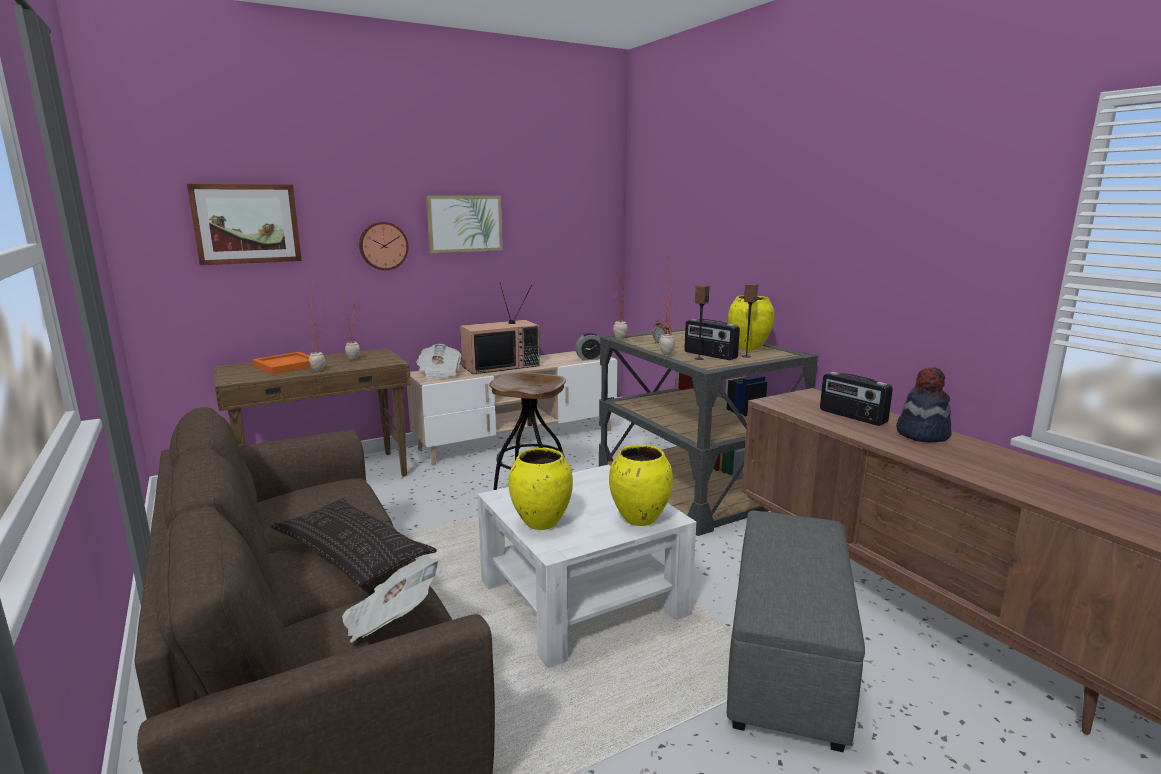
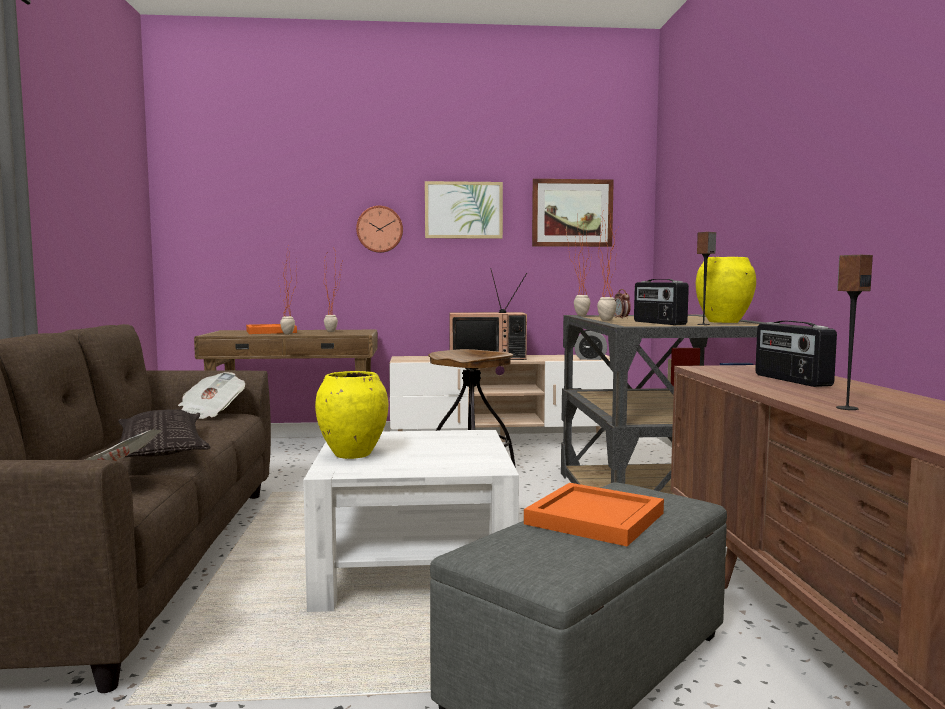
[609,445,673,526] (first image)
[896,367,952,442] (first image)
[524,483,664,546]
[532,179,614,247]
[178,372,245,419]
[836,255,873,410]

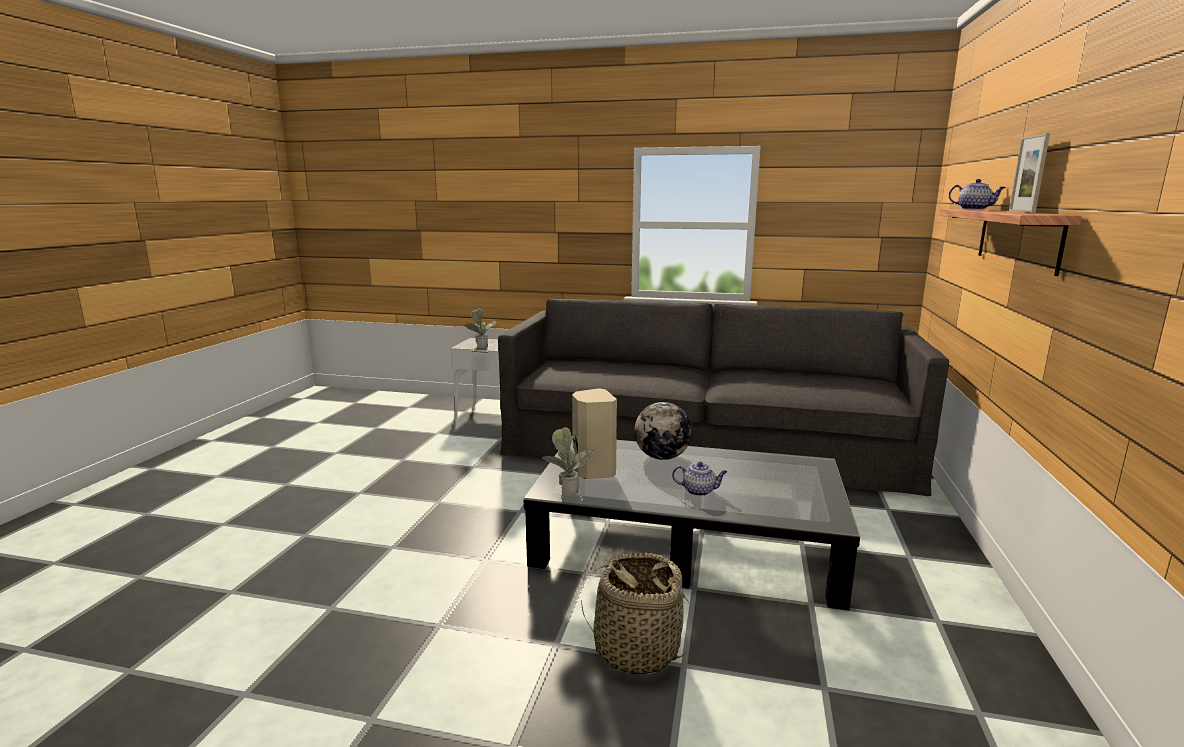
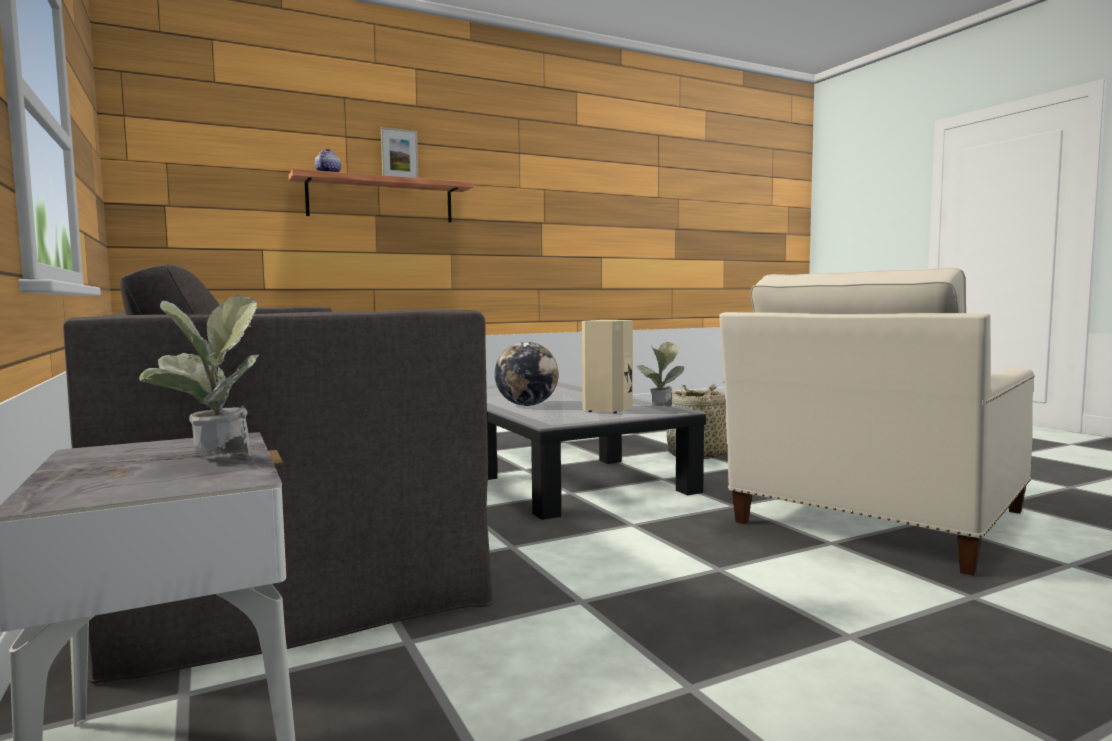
[672,462,727,496] (first image)
[719,267,1035,576]

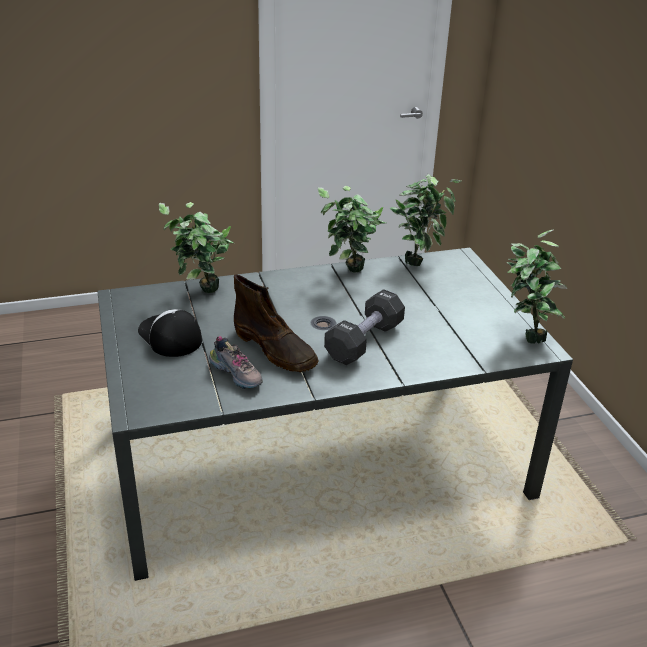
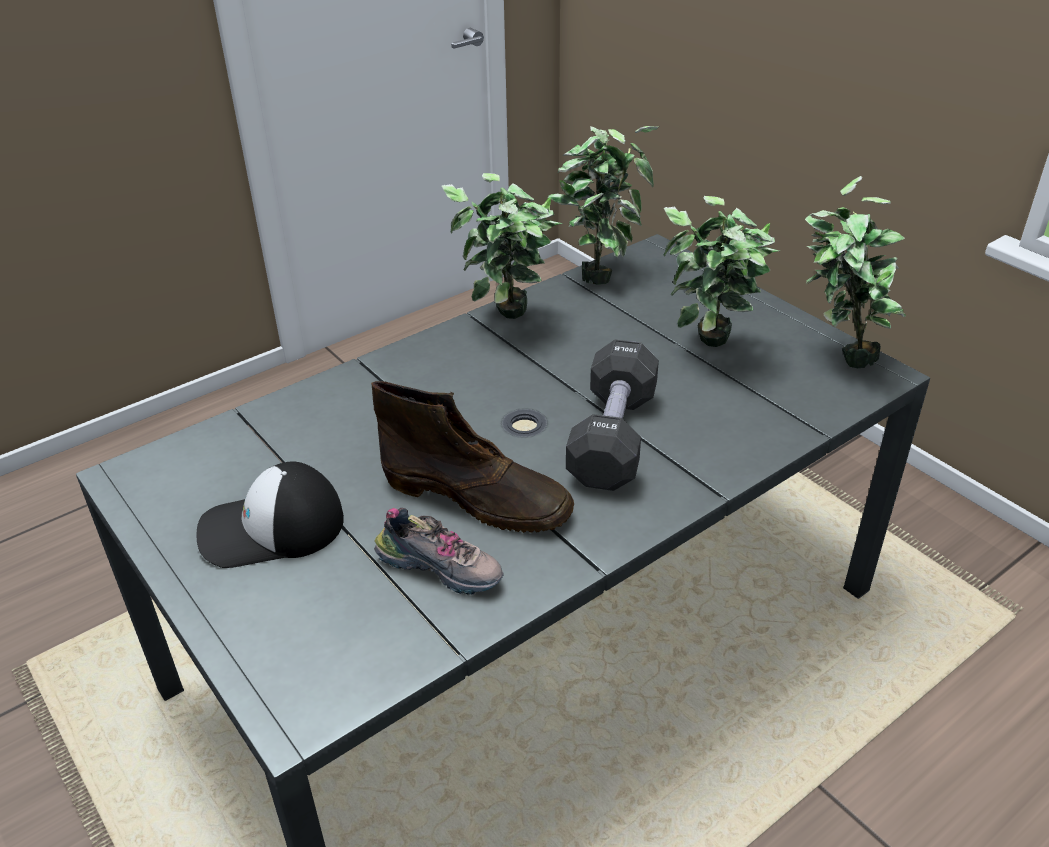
[663,196,779,347]
[197,461,344,568]

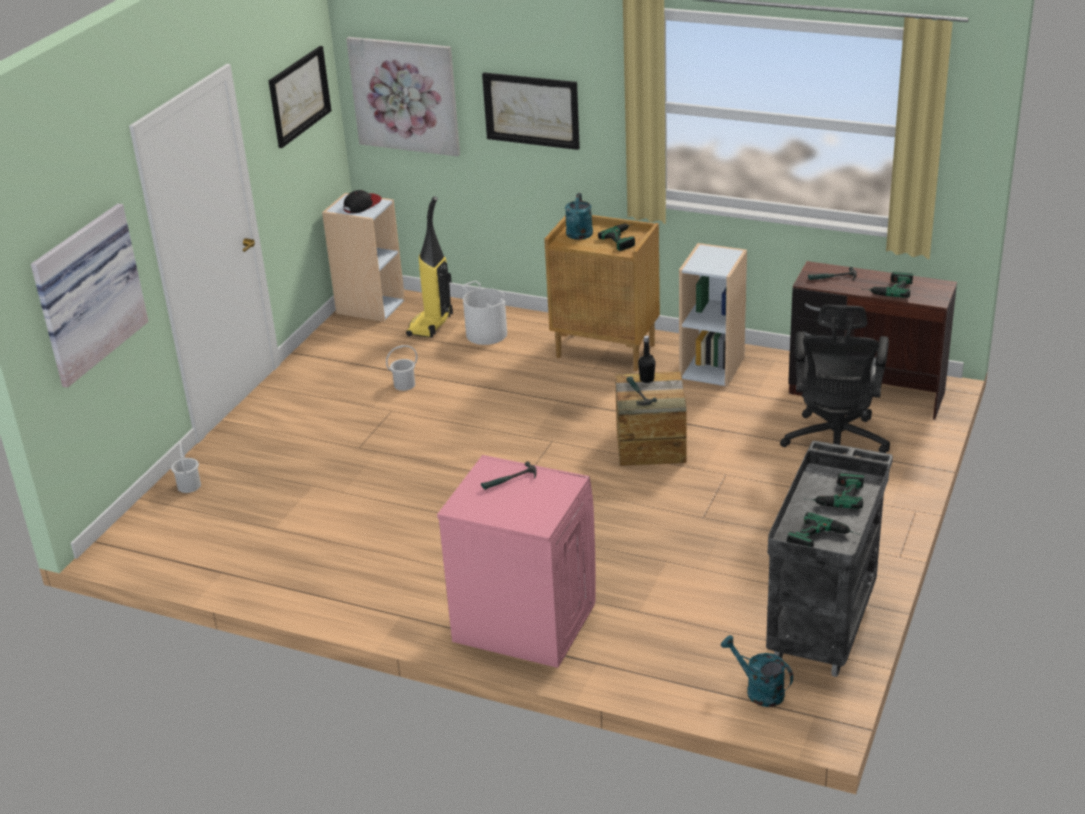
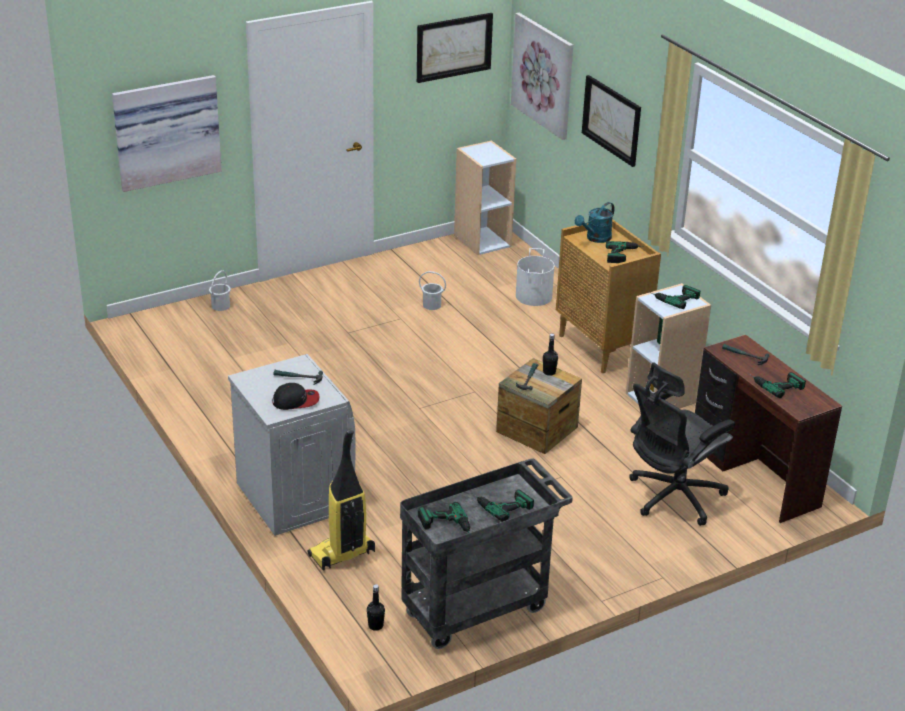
[649,285,700,309]
[272,383,320,410]
[307,429,375,571]
[367,584,385,631]
[228,354,355,536]

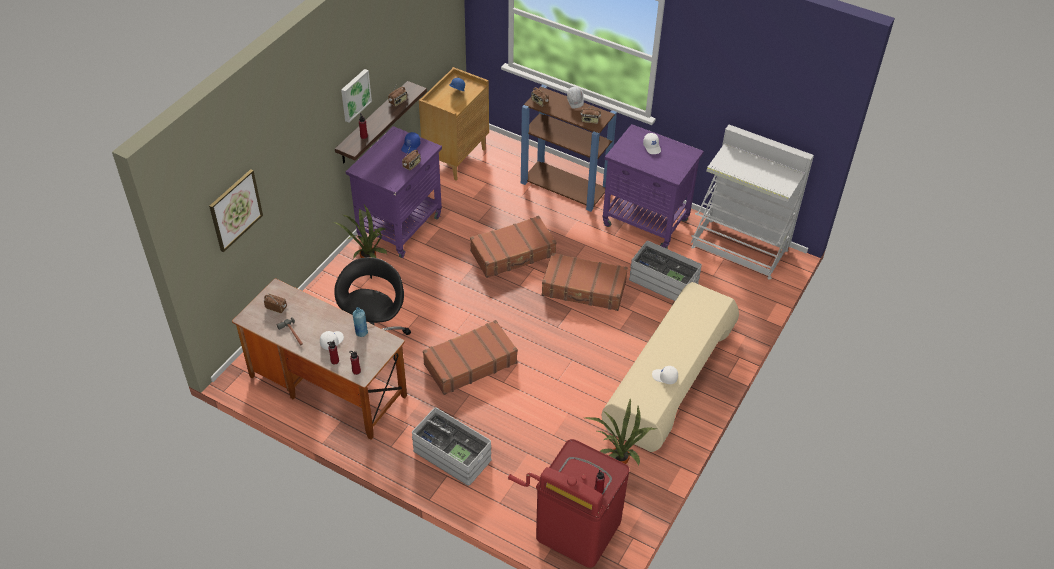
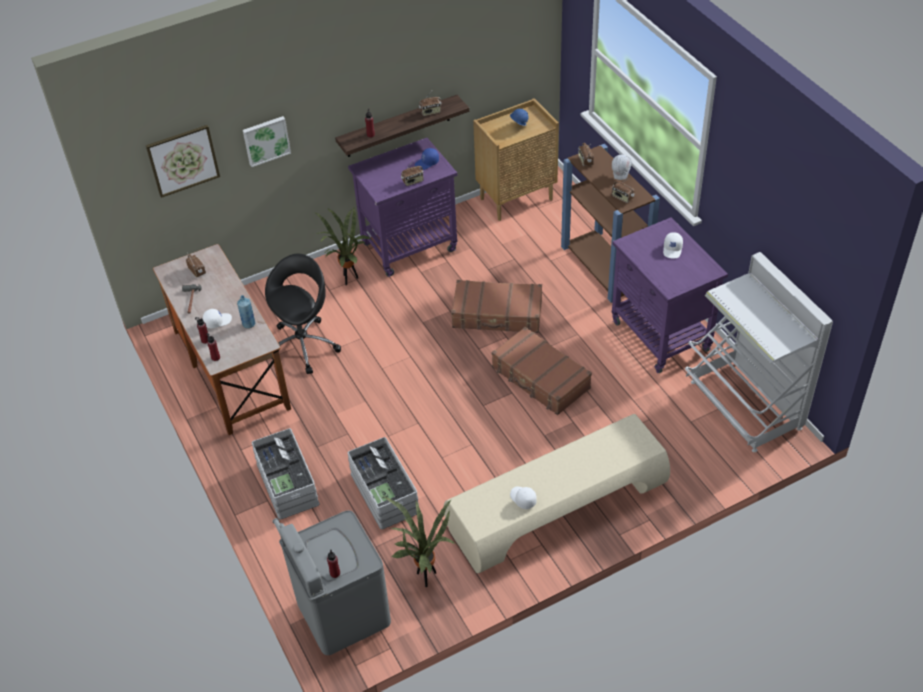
[423,320,518,395] (first image)
[243,116,291,167]
[348,437,419,529]
[272,510,391,655]

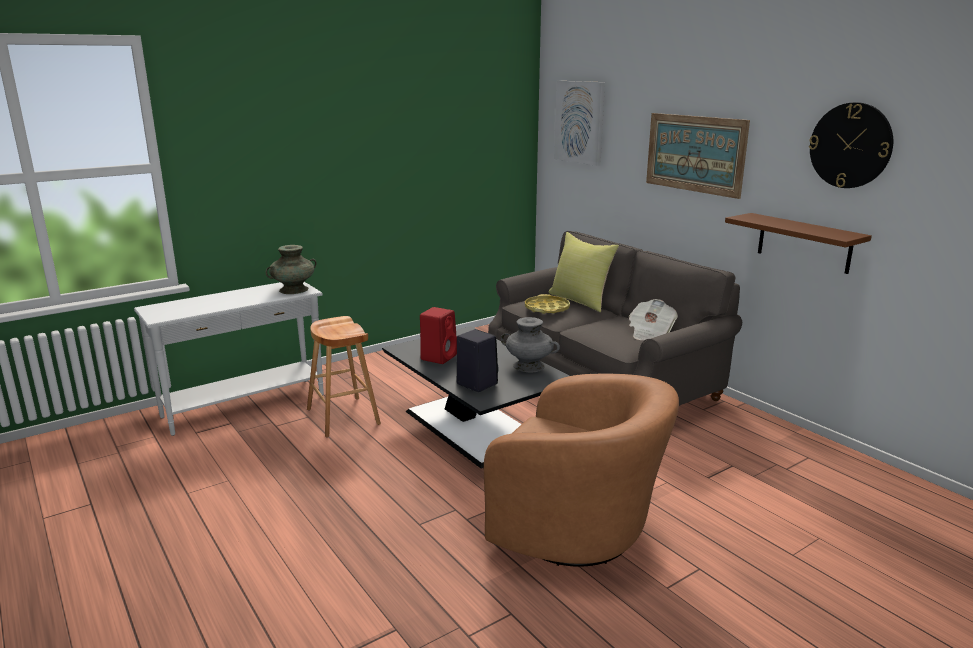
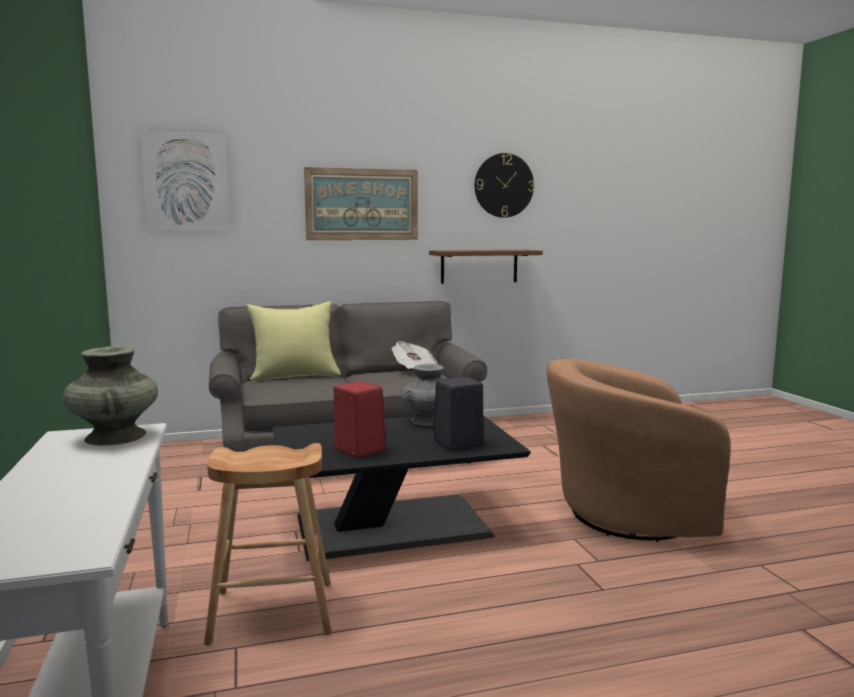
[525,294,570,314] (first image)
[547,359,731,542]

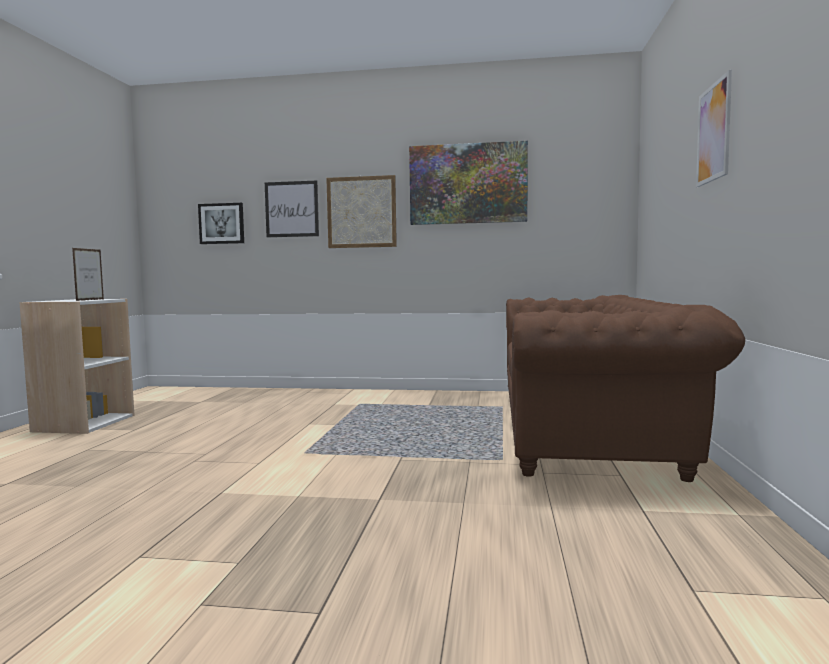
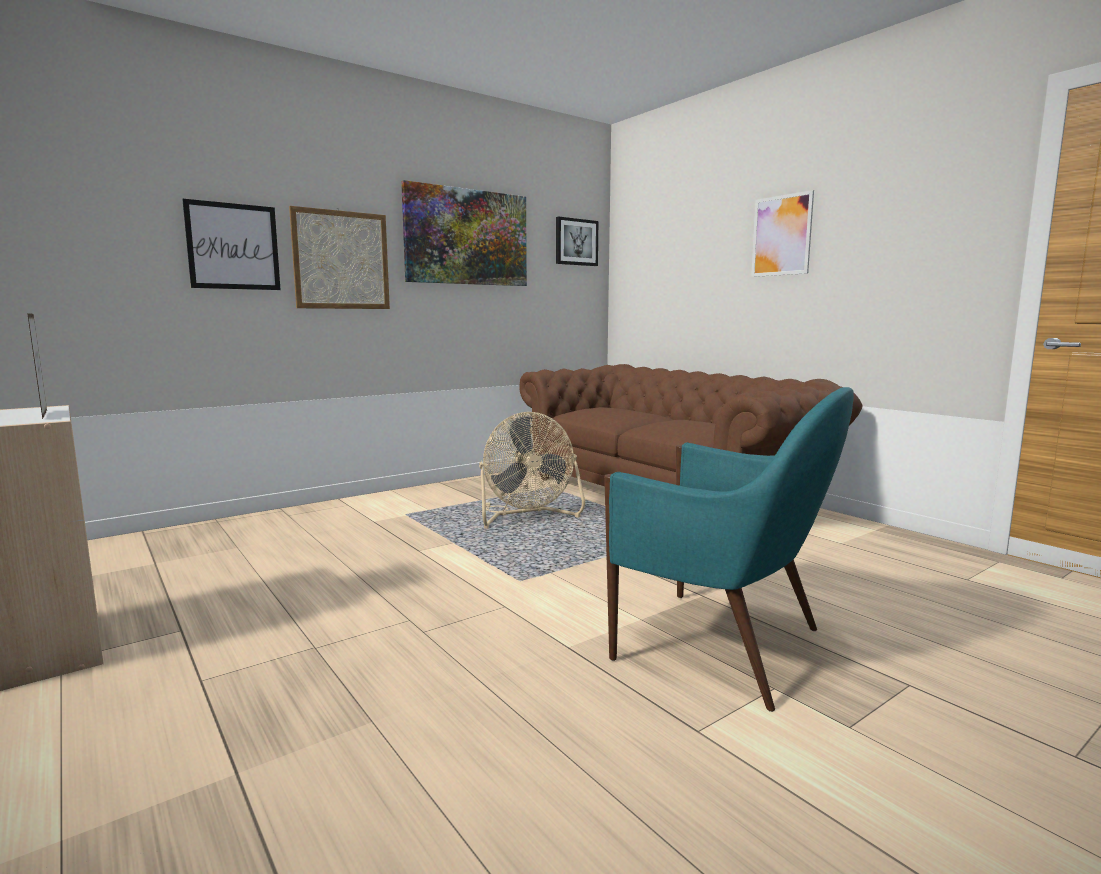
[479,412,585,529]
[604,387,854,712]
[556,217,598,266]

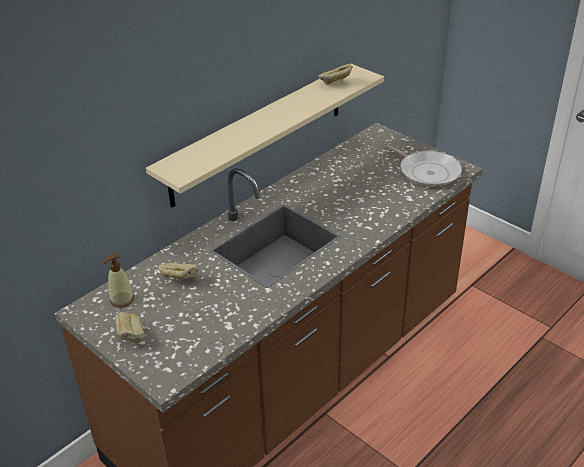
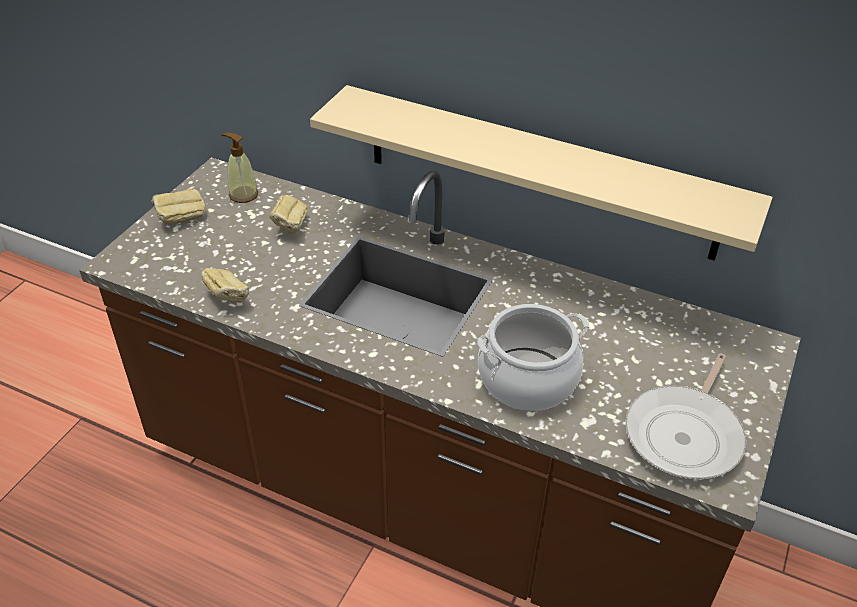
[477,304,589,411]
[201,268,250,303]

